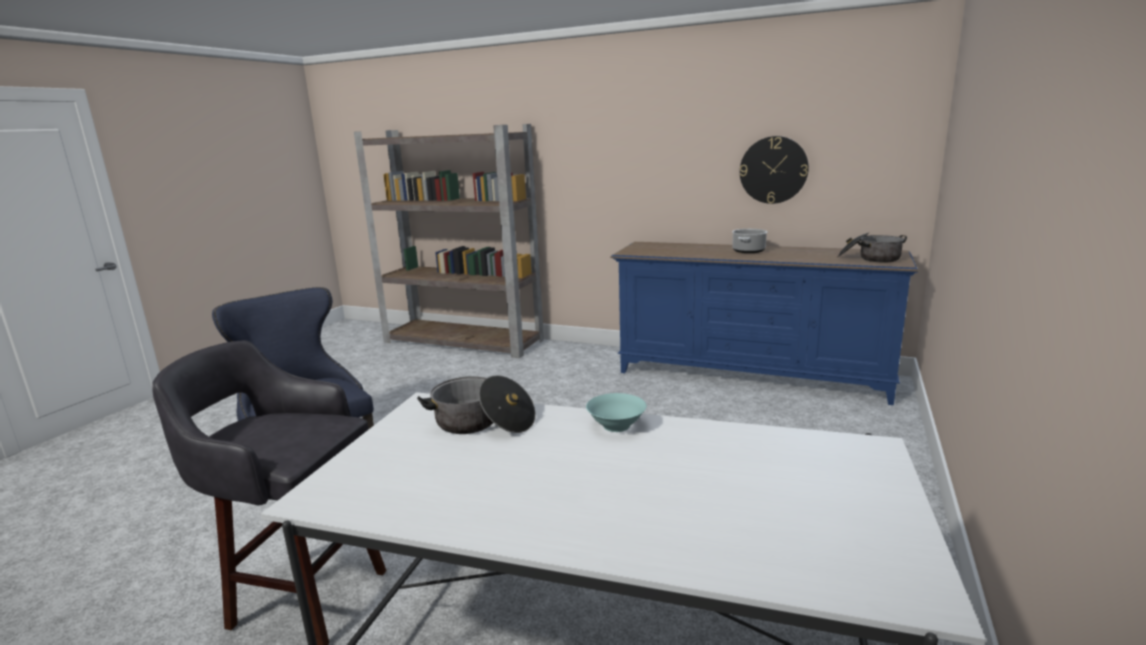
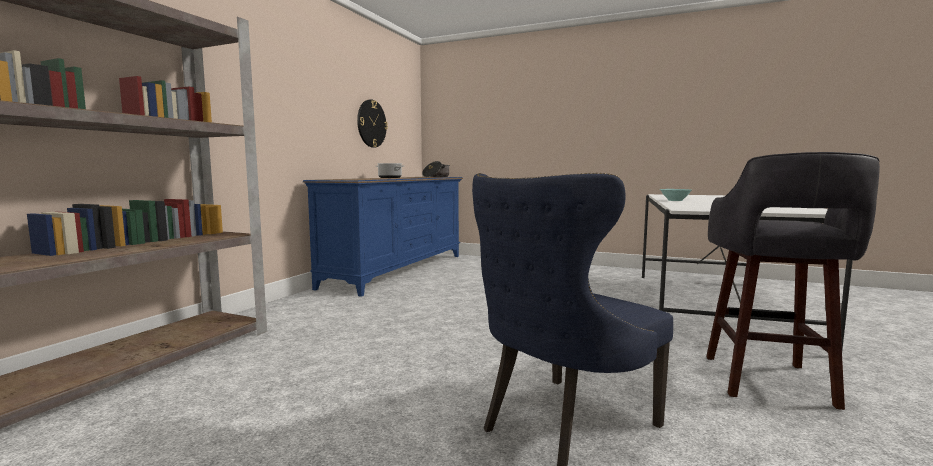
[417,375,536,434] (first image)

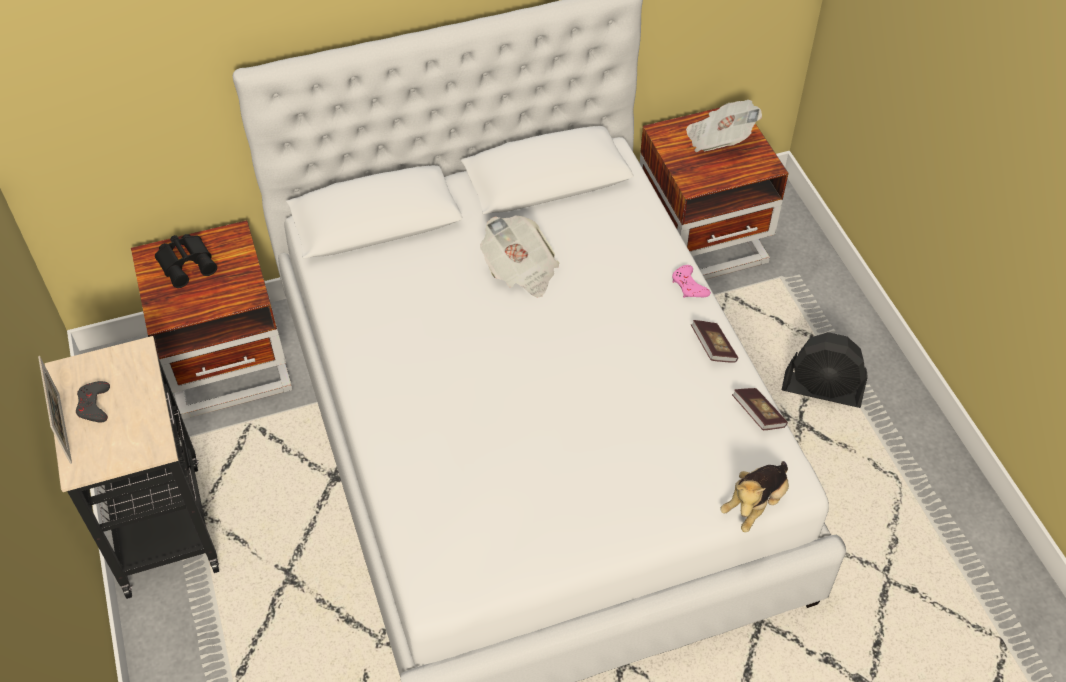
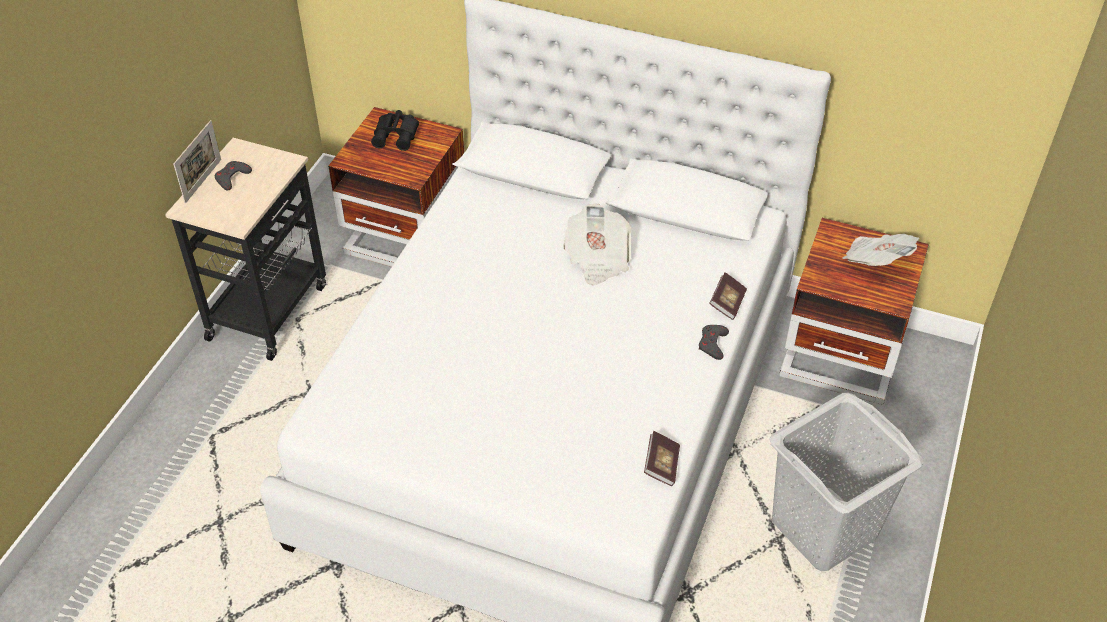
[720,461,789,532] (first image)
[709,272,747,320]
[769,393,924,571]
[699,325,729,360]

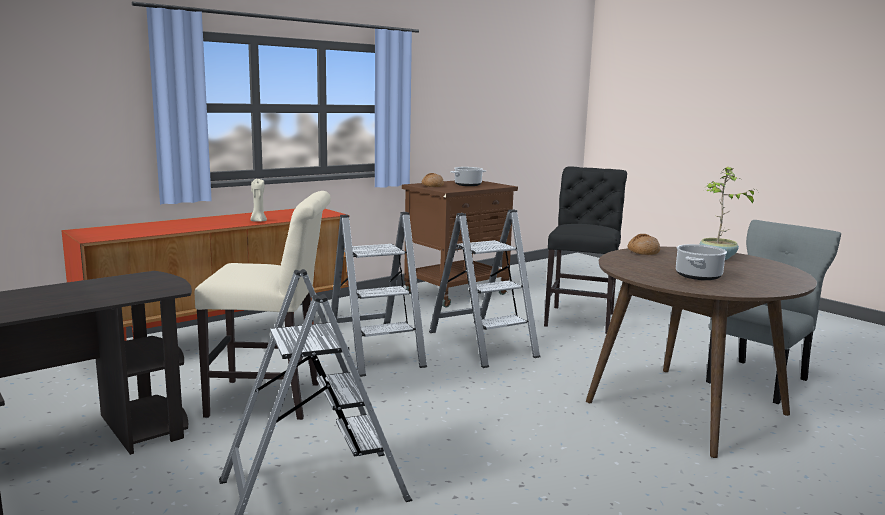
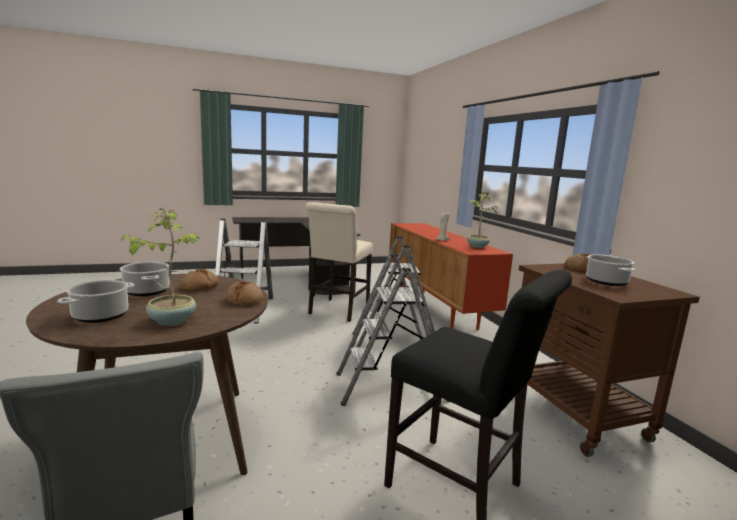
[57,280,135,323]
[180,269,219,291]
[467,192,499,248]

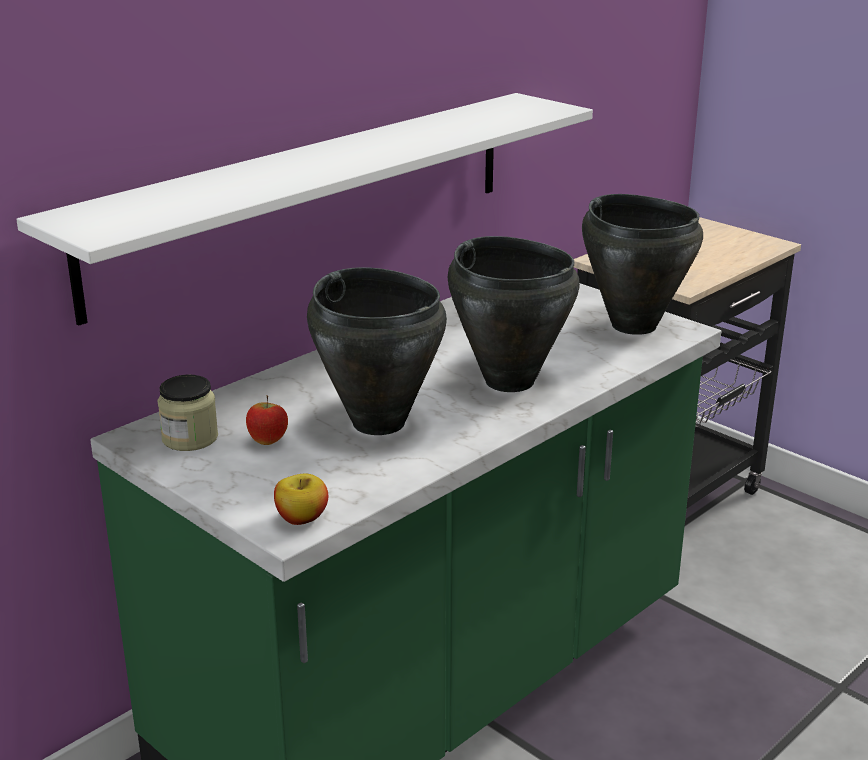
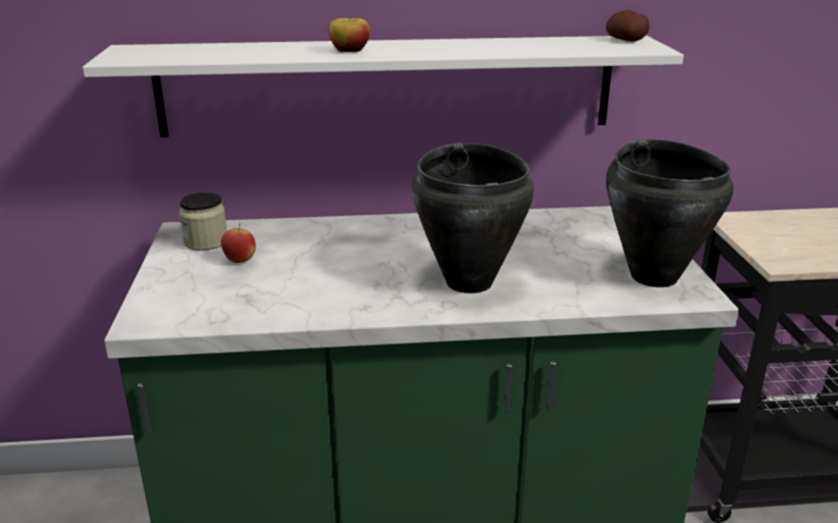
[307,267,447,435] (first image)
[606,10,650,42]
[329,17,370,52]

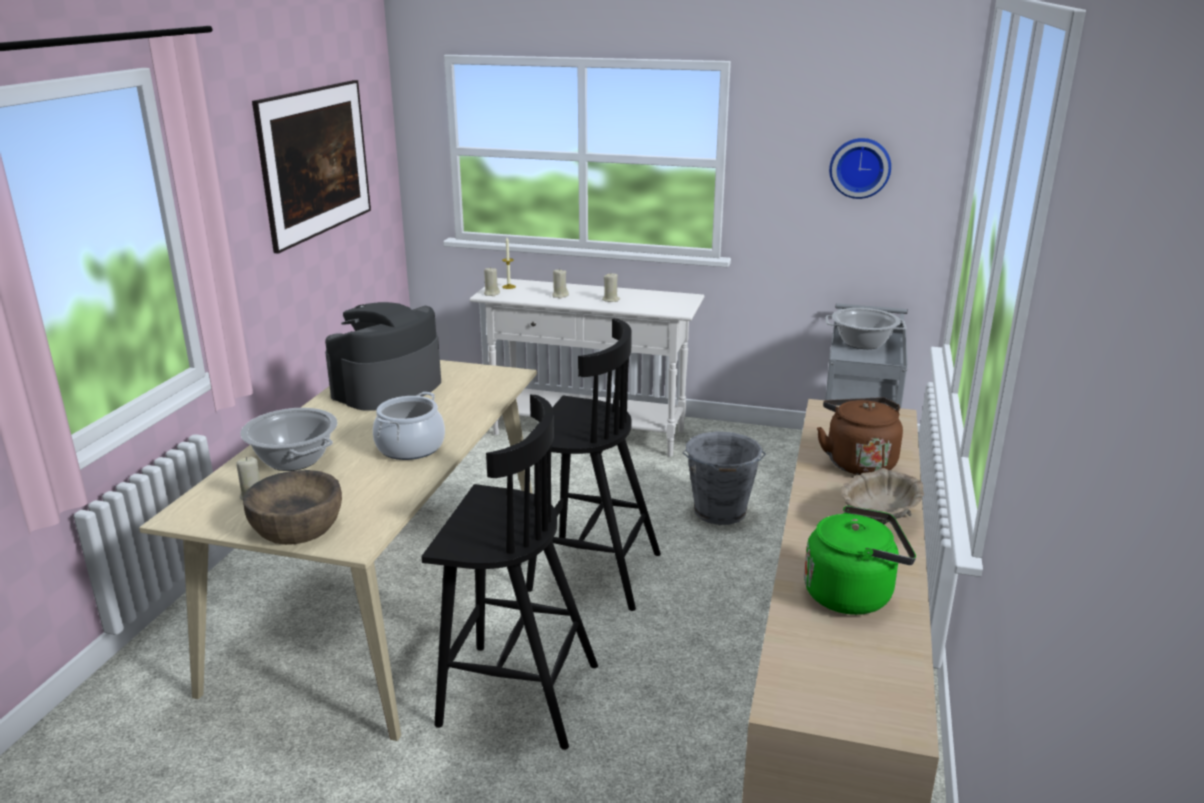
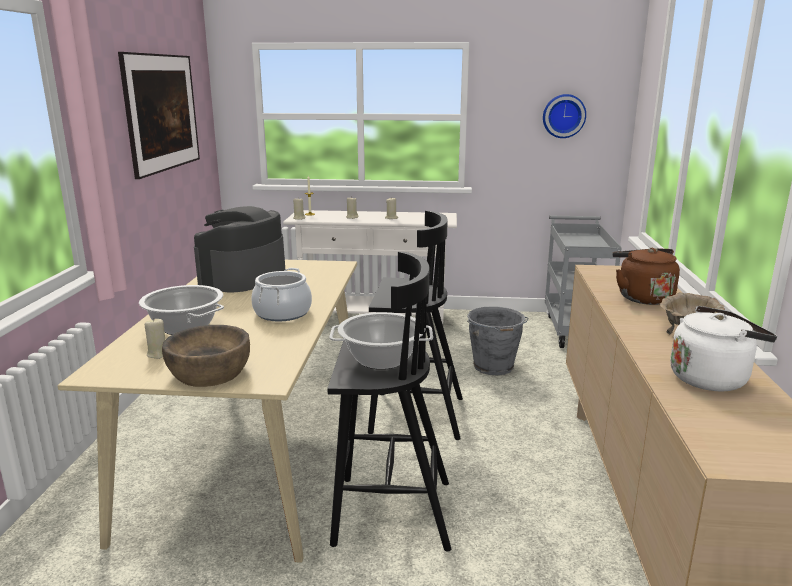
[329,312,433,370]
[670,306,777,391]

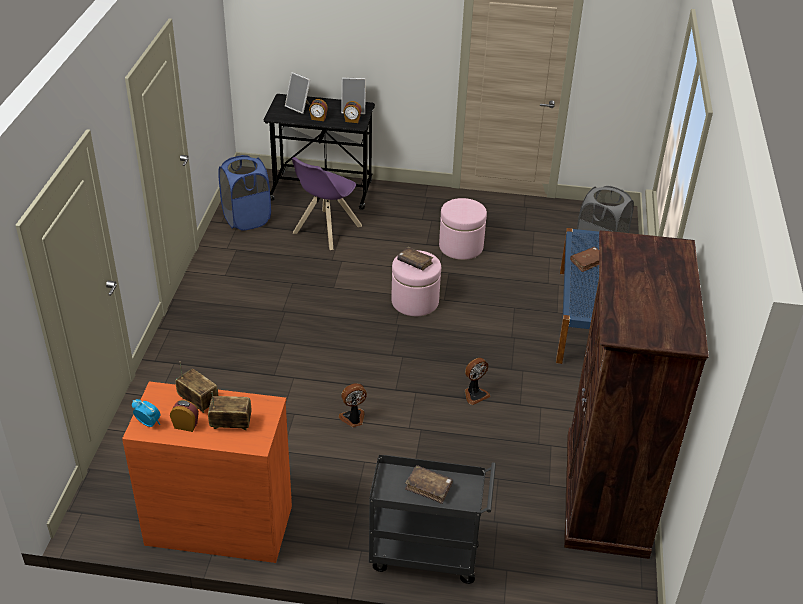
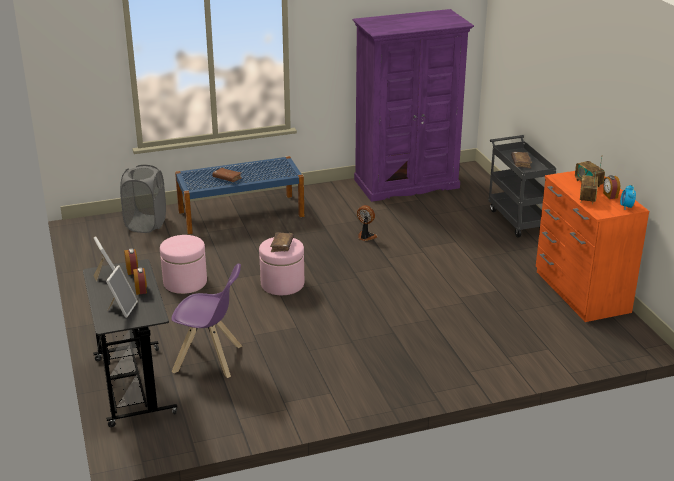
[218,155,271,231] (first image)
[338,384,367,427] (first image)
[352,9,474,202]

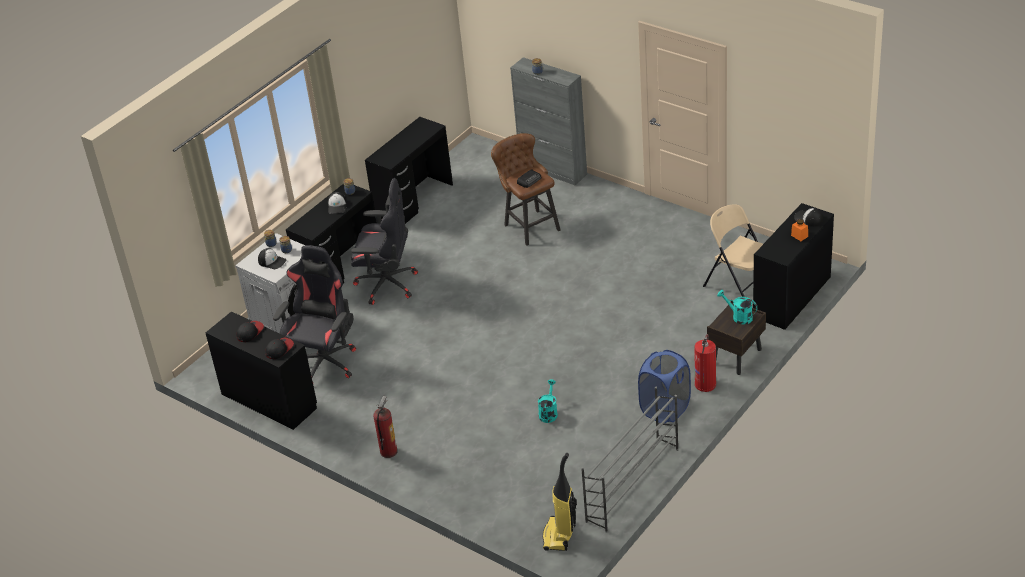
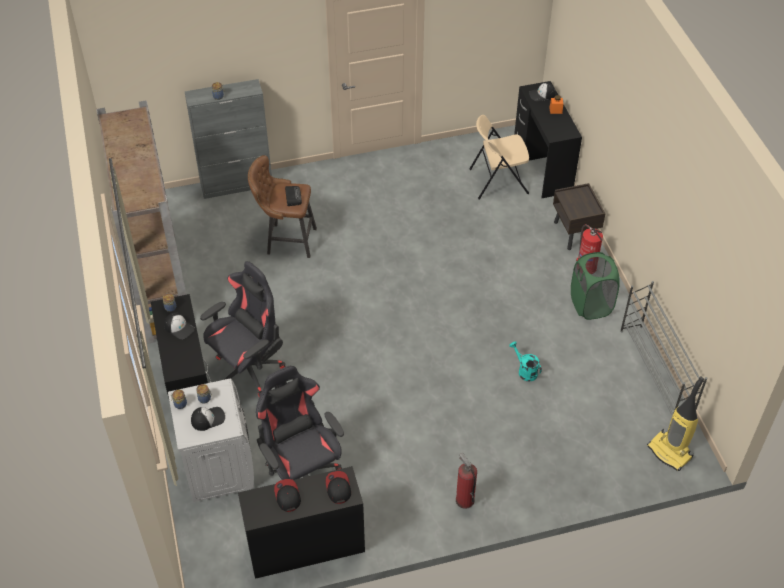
[717,290,757,325] (first image)
[96,100,187,344]
[571,252,620,320]

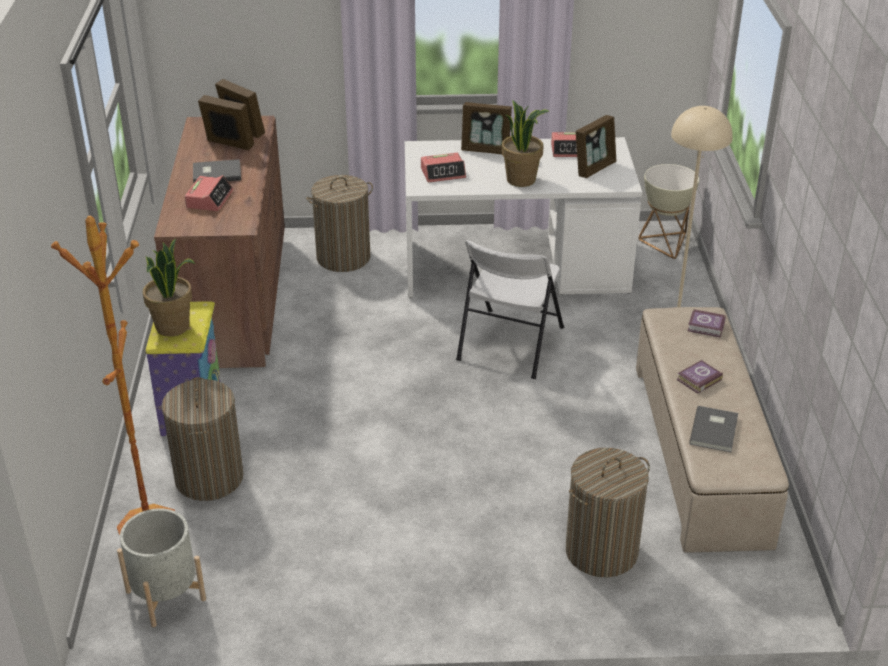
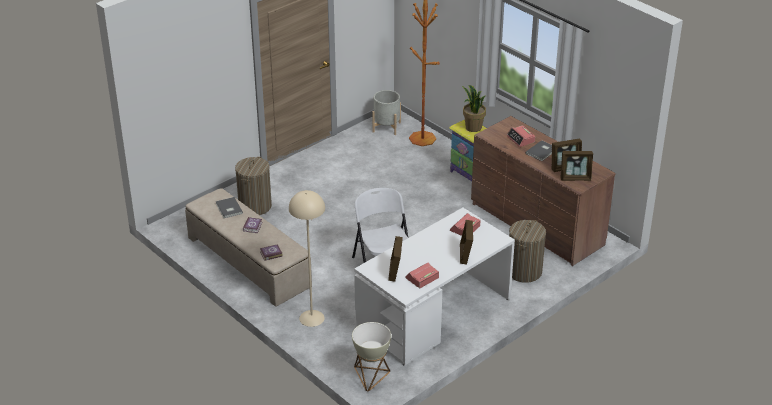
[161,377,243,501] (first image)
[501,100,549,187] (first image)
[460,220,473,264]

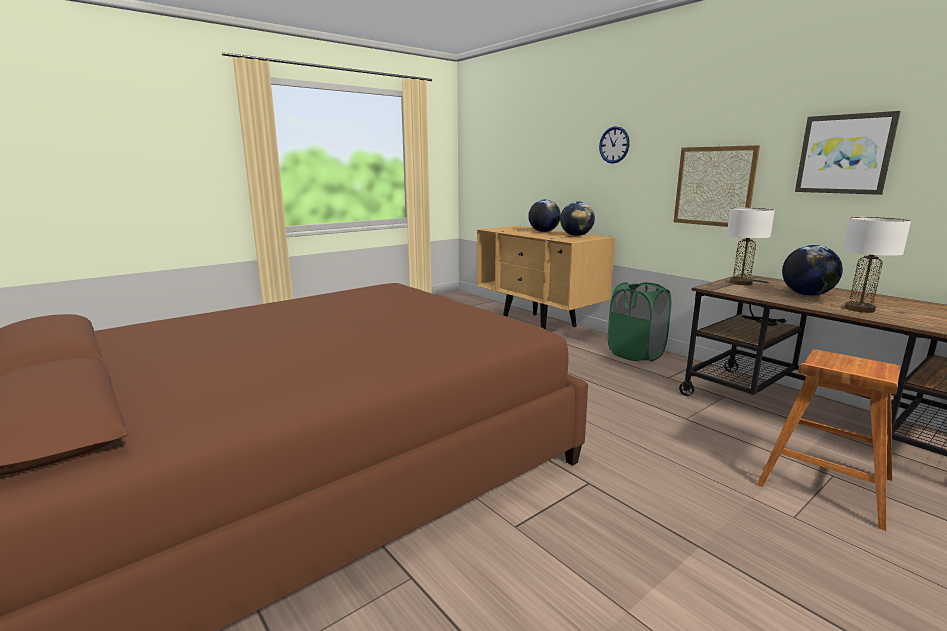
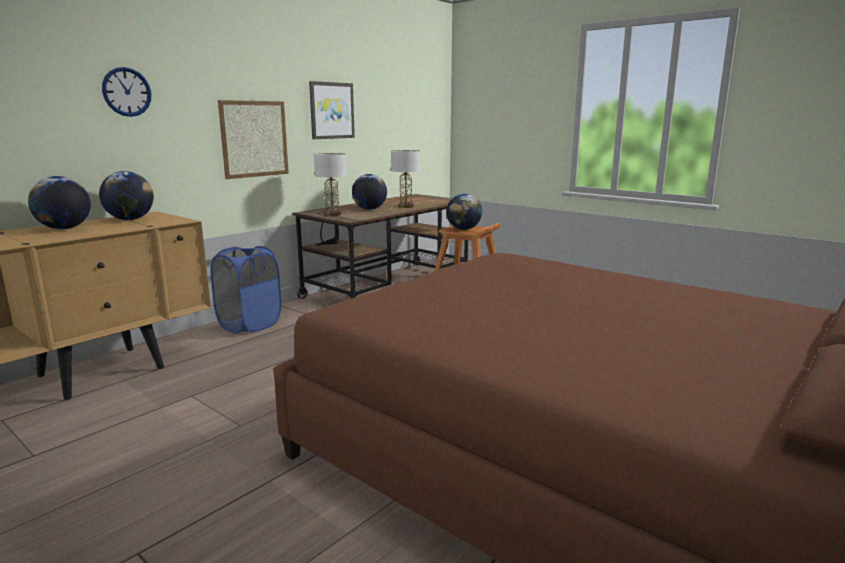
[446,194,482,230]
[211,246,281,333]

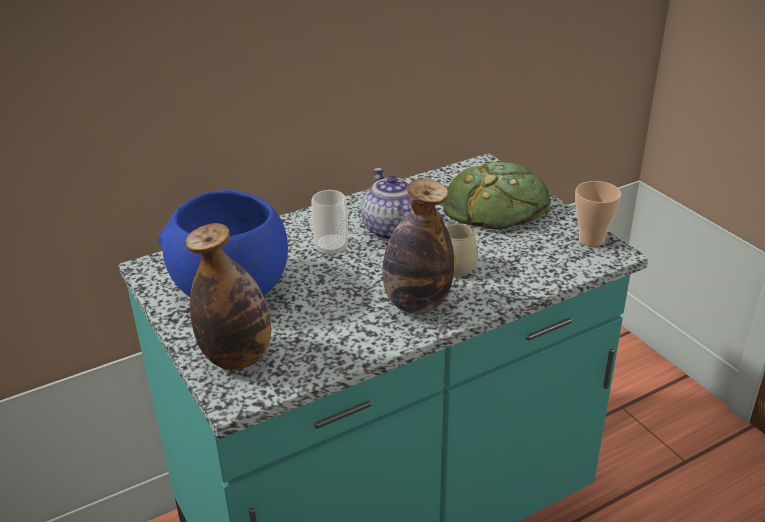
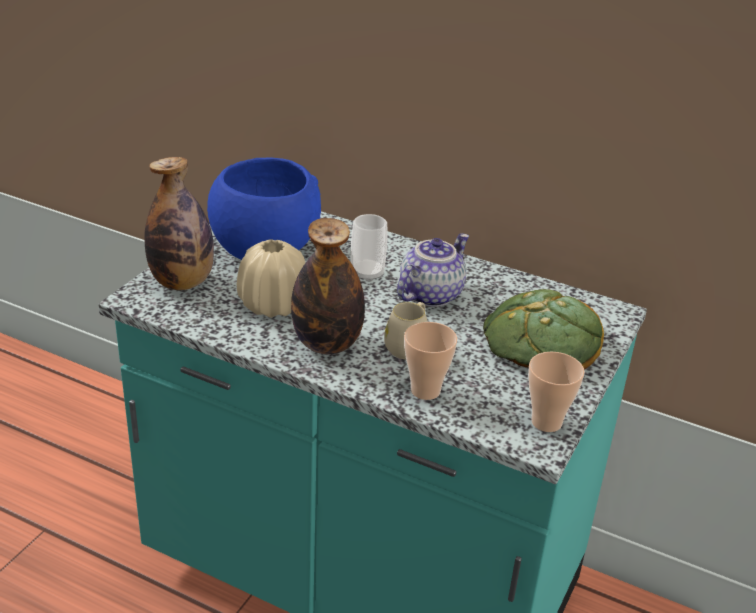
[237,240,305,318]
[404,322,458,400]

